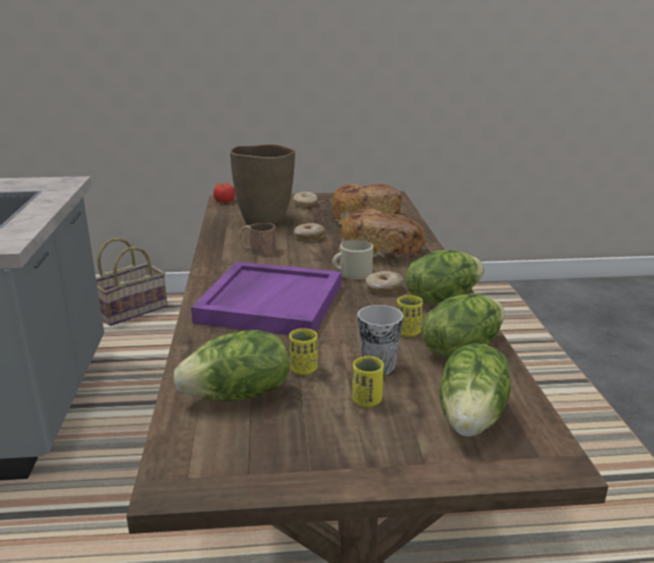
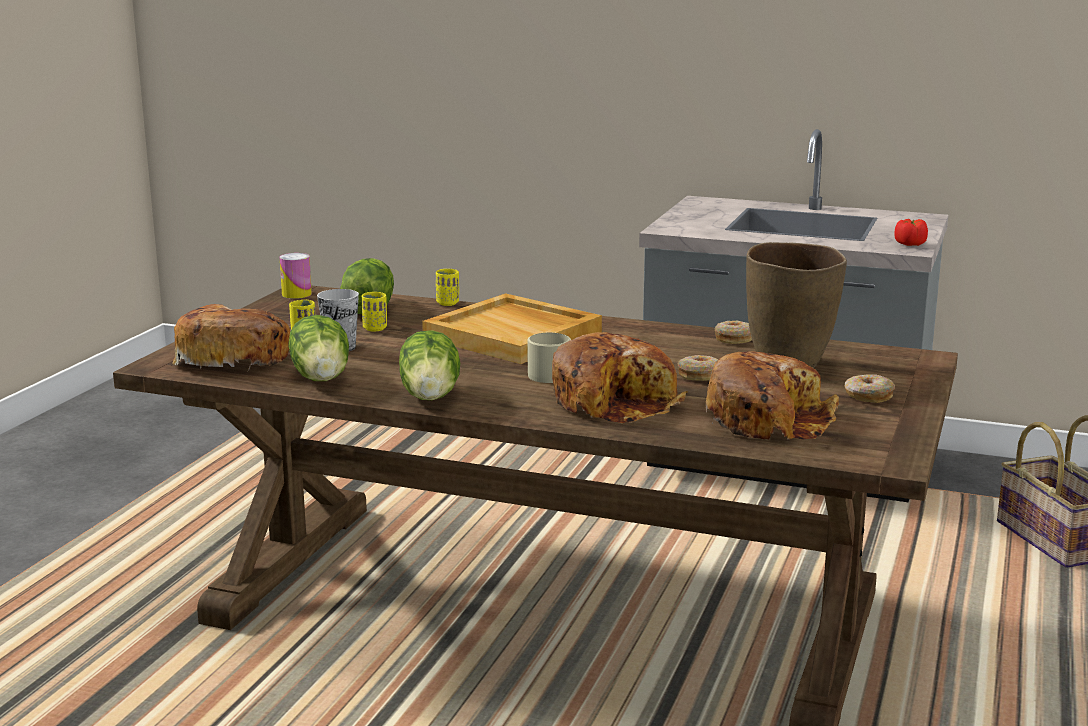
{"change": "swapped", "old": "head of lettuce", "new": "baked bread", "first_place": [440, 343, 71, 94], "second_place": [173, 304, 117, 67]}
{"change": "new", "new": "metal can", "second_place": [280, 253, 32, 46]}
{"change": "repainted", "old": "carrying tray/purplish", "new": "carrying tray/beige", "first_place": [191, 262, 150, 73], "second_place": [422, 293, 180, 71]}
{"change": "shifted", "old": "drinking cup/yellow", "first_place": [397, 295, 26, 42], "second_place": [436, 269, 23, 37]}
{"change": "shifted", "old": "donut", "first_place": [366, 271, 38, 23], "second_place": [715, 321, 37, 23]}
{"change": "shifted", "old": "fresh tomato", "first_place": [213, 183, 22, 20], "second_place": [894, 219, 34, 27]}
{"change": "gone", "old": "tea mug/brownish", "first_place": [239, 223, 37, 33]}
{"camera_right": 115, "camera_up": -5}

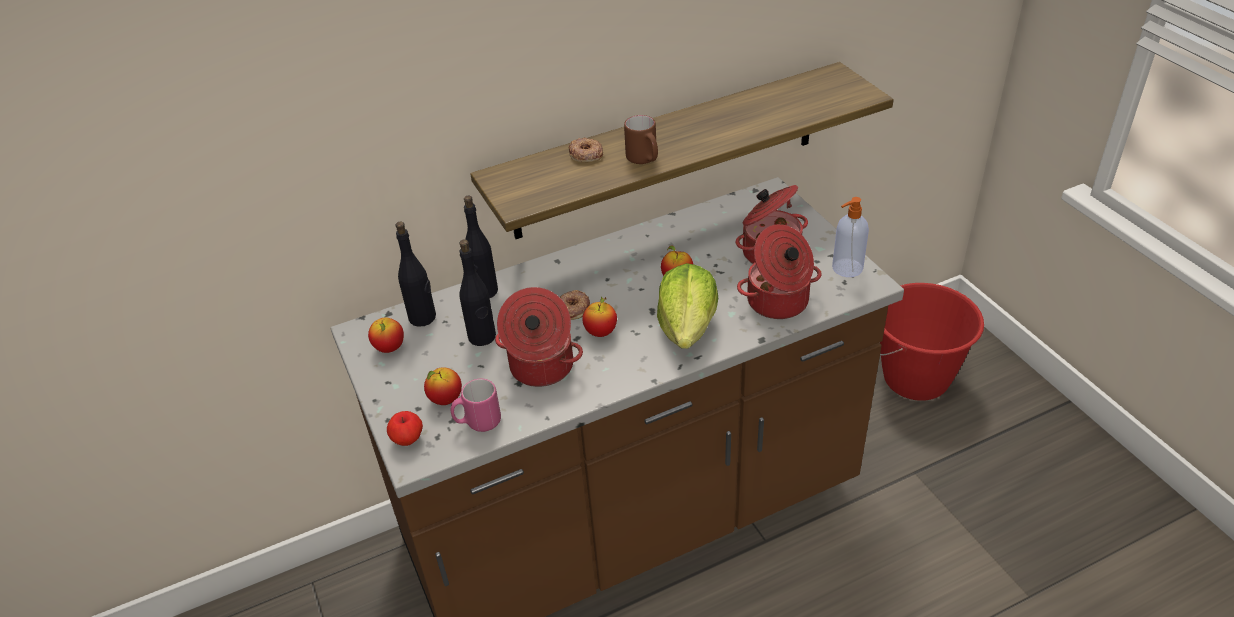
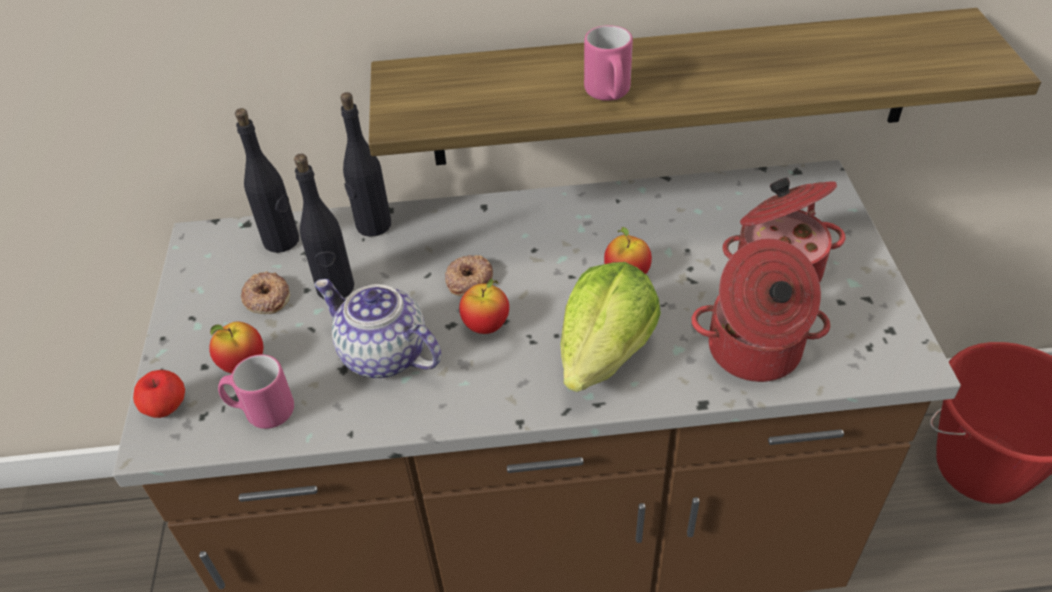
{"change": "shifted", "old": "donut", "first_place": [568, 137, 35, 26], "second_place": [241, 271, 49, 43]}
{"change": "swapped", "old": "saucepot", "new": "pot for tea", "first_place": [495, 287, 88, 100], "second_place": [315, 279, 126, 99]}
{"change": "repainted", "old": "tea mug/brownish", "new": "tea mug/pinkish", "first_place": [624, 115, 34, 49], "second_place": [584, 25, 49, 76]}
{"change": "gone", "old": "apple", "first_place": [368, 317, 36, 36]}
{"change": "gone", "old": "soap dispenser", "first_place": [832, 197, 37, 80]}
{"camera_right": 20, "camera_up": 5}

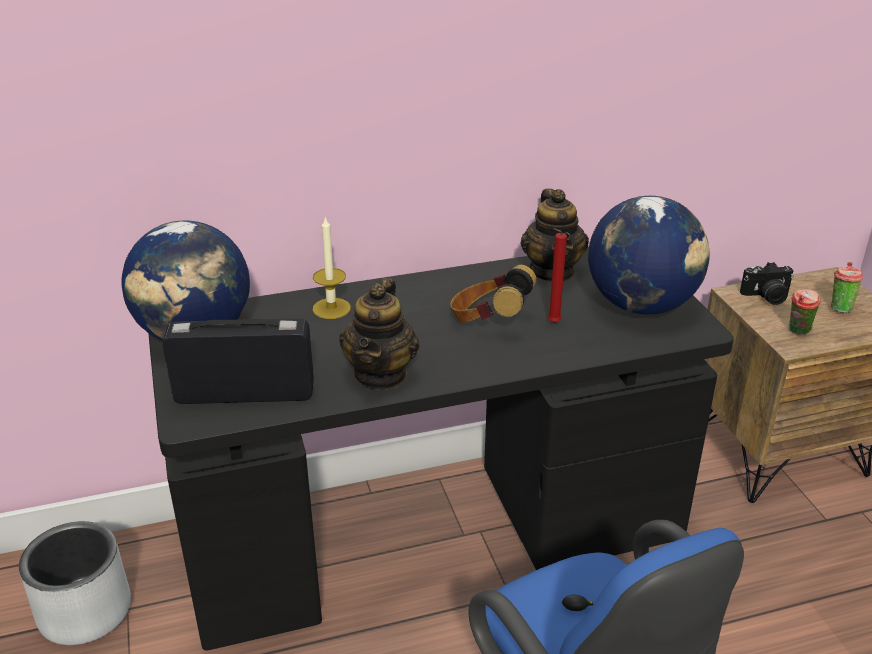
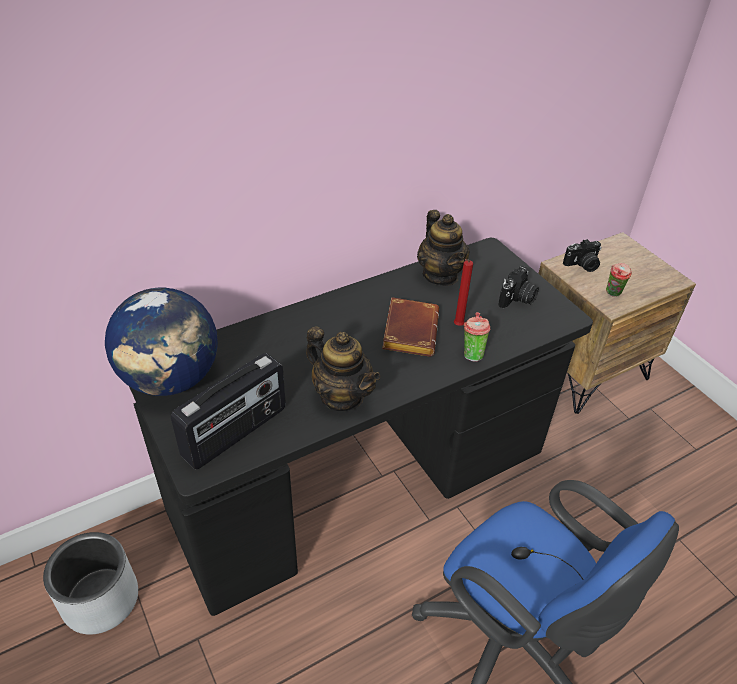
{"change": "rotated", "old": "radio set", "first_place": [162, 318, 152, 86], "second_place": [171, 353, 115, 116], "degrees": 150}
{"change": "rotated", "old": "pot for tea", "first_place": [339, 278, 80, 112], "second_place": [306, 326, 74, 85], "degrees": -45}
{"change": "swapped", "old": "pair of headphones", "new": "bound book/brownish", "first_place": [450, 265, 87, 58], "second_place": [382, 297, 57, 60]}
{"change": "shifted", "old": "drinking cup", "first_place": [831, 262, 32, 51], "second_place": [463, 312, 28, 50]}
{"change": "swapped", "old": "globe", "new": "photo camera", "first_place": [588, 196, 122, 119], "second_place": [498, 266, 41, 42]}
{"change": "gone", "old": "candle", "first_place": [313, 216, 38, 103]}
{"camera_right": -15, "camera_up": 10}

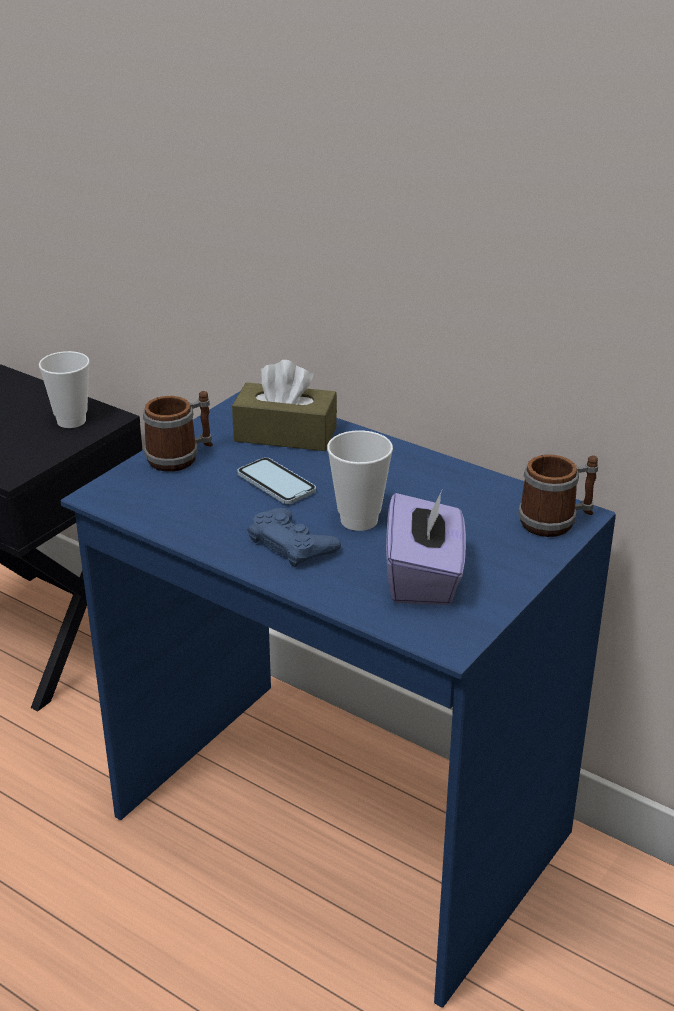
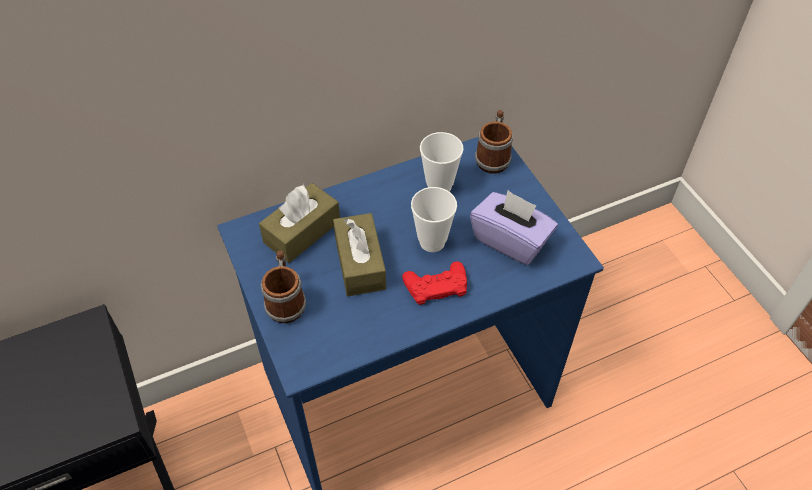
{"change": "swapped", "old": "phone", "new": "box of tissues/brownish", "first_place": [237, 457, 79, 47], "second_place": [333, 213, 53, 83]}
{"change": "repainted", "old": "joypad/blue", "new": "joypad/reddish", "first_place": [247, 508, 94, 59], "second_place": [402, 261, 65, 44]}
{"change": "shifted", "old": "drinking cup", "first_place": [39, 351, 51, 77], "second_place": [420, 132, 44, 60]}
{"camera_right": -60, "camera_up": 20}

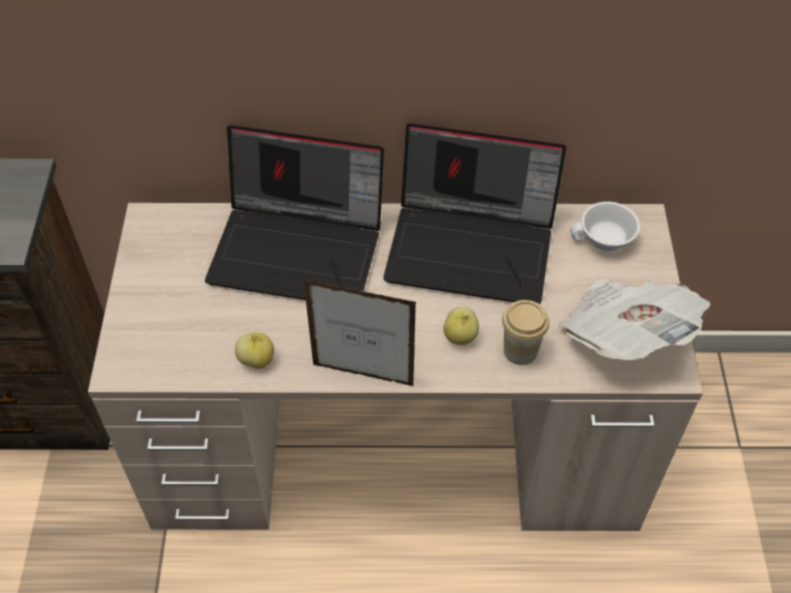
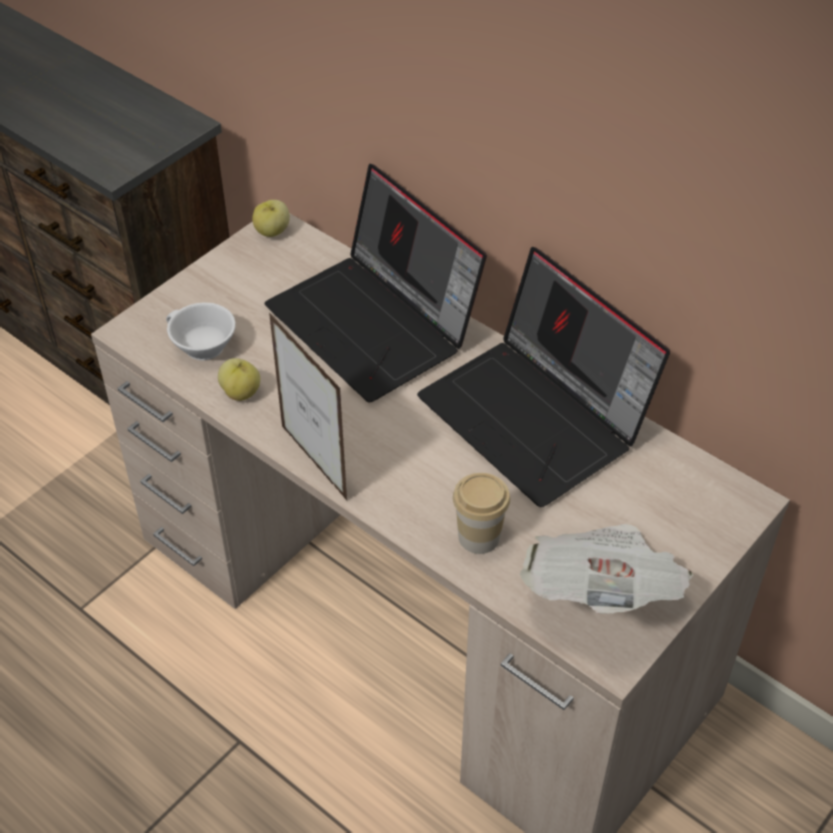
{"change": "shifted", "old": "drinking cup/whitish", "first_place": [570, 202, 70, 50], "second_place": [166, 303, 70, 57]}
{"change": "shifted", "old": "apple", "first_place": [443, 306, 36, 39], "second_place": [252, 200, 38, 37]}
{"camera_right": 40, "camera_up": -5}

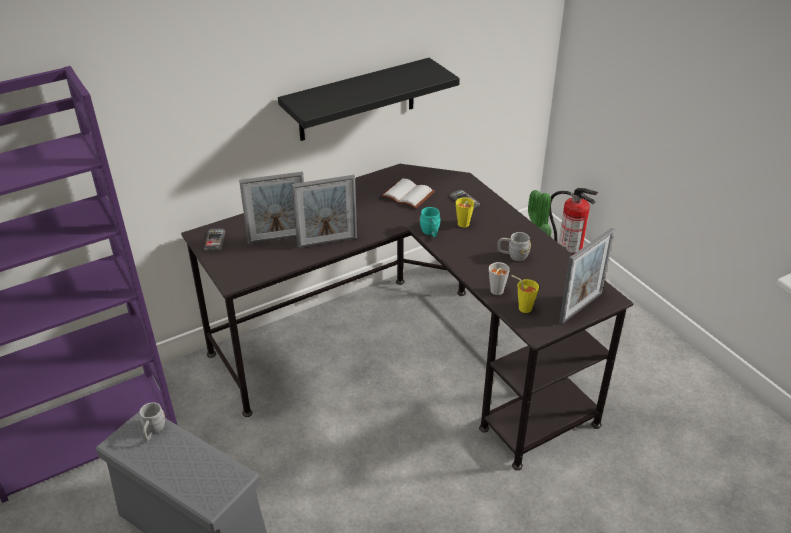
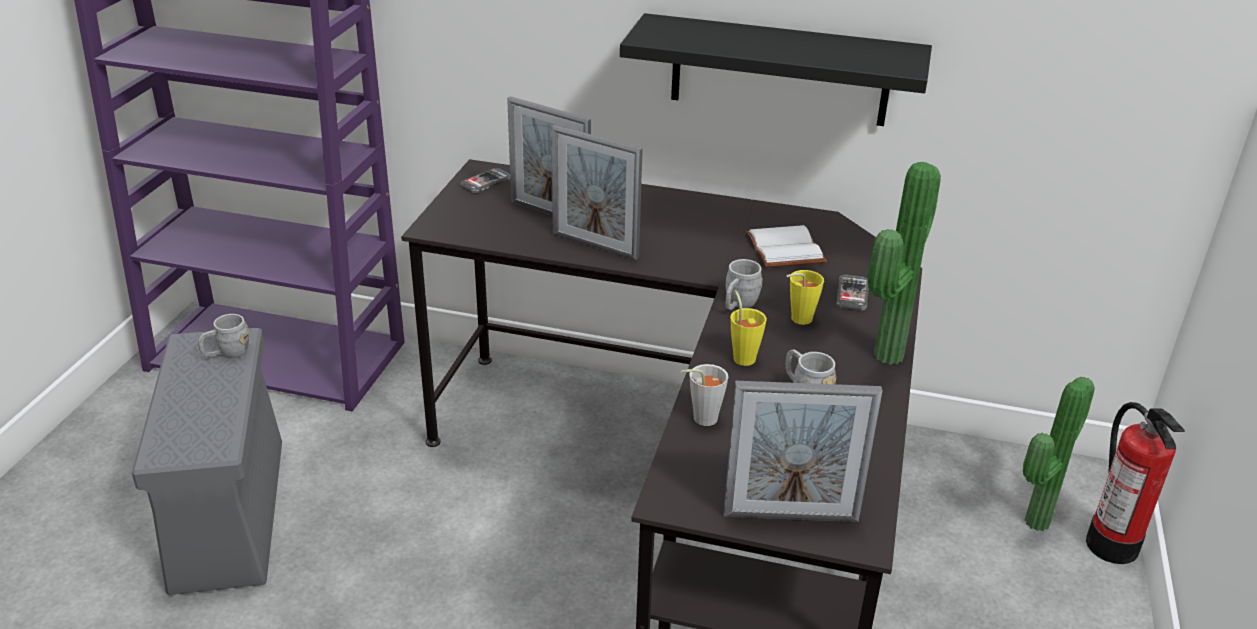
{"change": "repainted", "old": "tea mug/blue-green", "new": "tea mug/grey", "first_place": [420, 207, 20, 31], "second_place": [726, 259, 37, 51]}
{"change": "shifted", "old": "drinking cup/yellow", "first_place": [511, 275, 28, 38], "second_place": [730, 290, 37, 76]}
{"change": "new", "new": "potted plant", "second_place": [868, 162, 73, 203]}
{"camera_right": 45, "camera_up": -5}

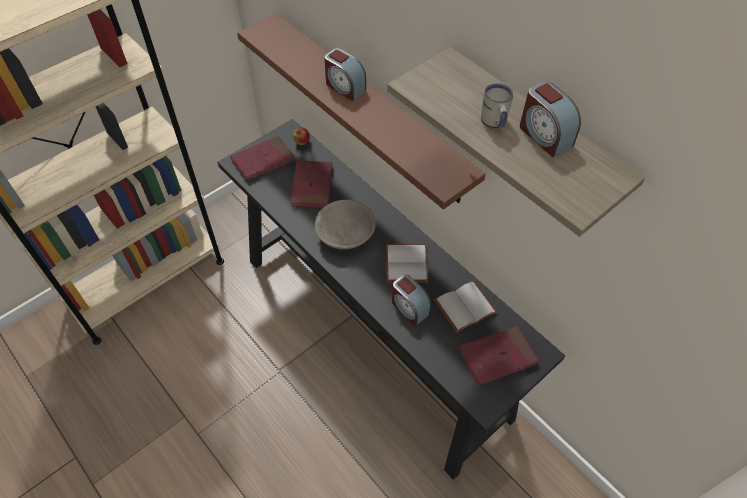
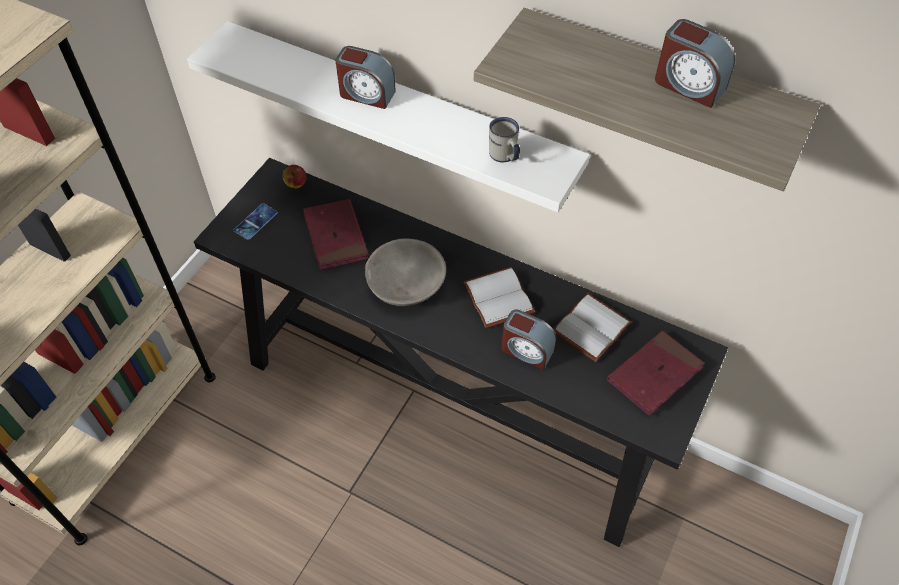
{"change": "repainted", "old": "bracket shelf/brownish", "new": "bracket shelf/whitish", "first_place": [237, 13, 249, 196], "second_place": [187, 21, 403, 191]}
{"change": "swapped", "old": "bound book/reddish", "new": "phone", "first_place": [231, 136, 64, 45], "second_place": [233, 203, 45, 37]}
{"change": "shifted", "old": "tea mug/whitish", "first_place": [481, 83, 33, 45], "second_place": [489, 117, 31, 46]}
{"camera_right": -20, "camera_up": 0}

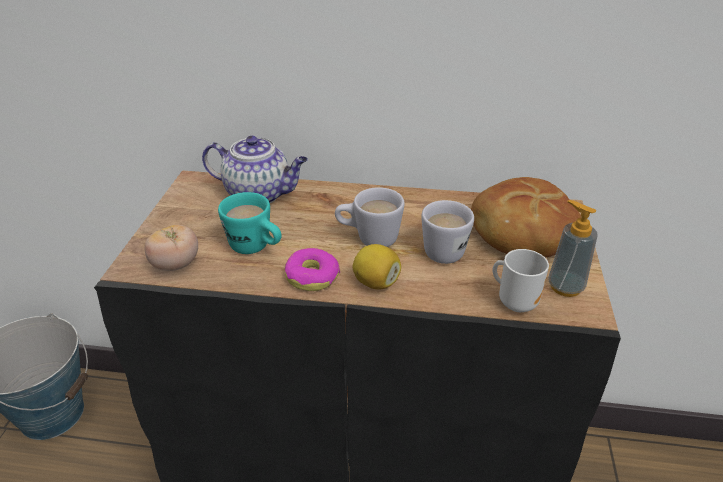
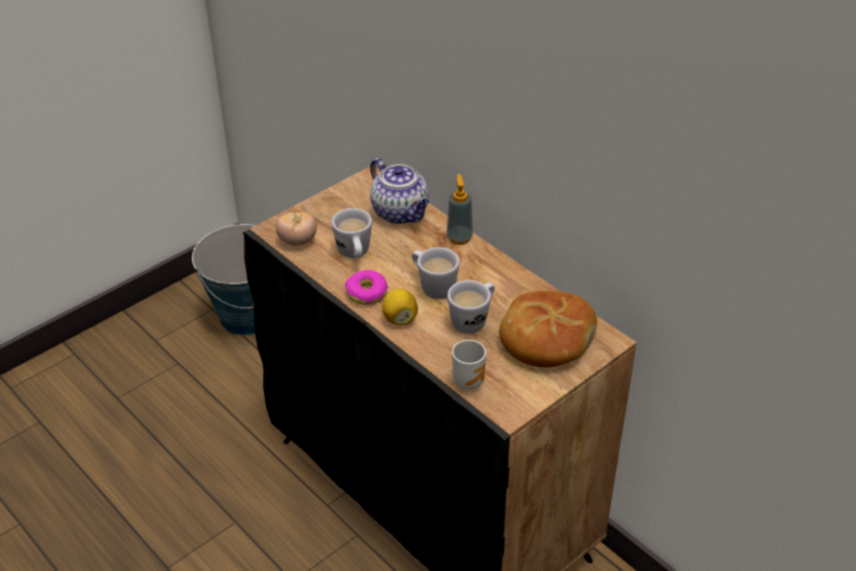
{"change": "repainted", "old": "tea mug/blue-green", "new": "tea mug/whitish", "first_place": [218, 192, 63, 62], "second_place": [332, 208, 40, 50]}
{"change": "shifted", "old": "soap dispenser", "first_place": [548, 200, 50, 97], "second_place": [446, 174, 27, 71]}
{"camera_right": 40, "camera_up": 5}

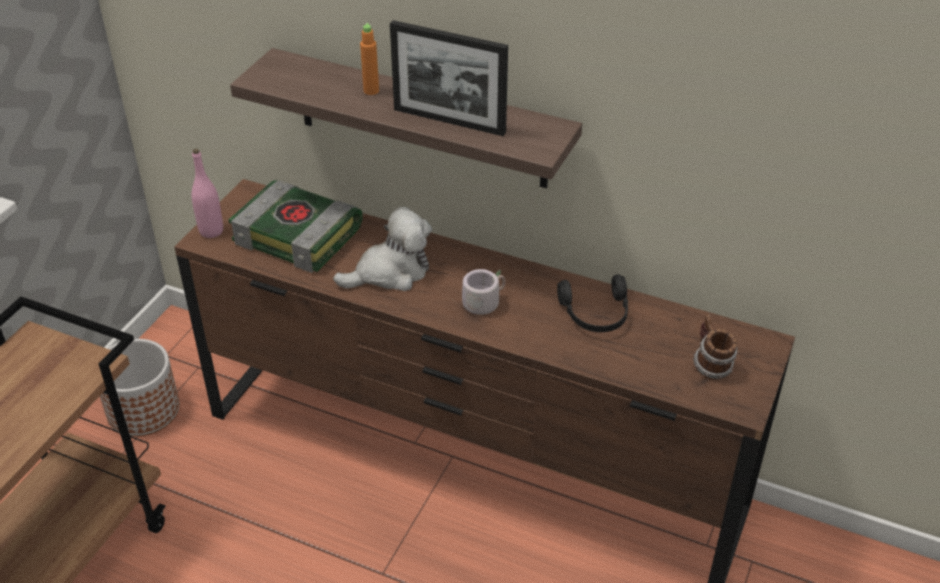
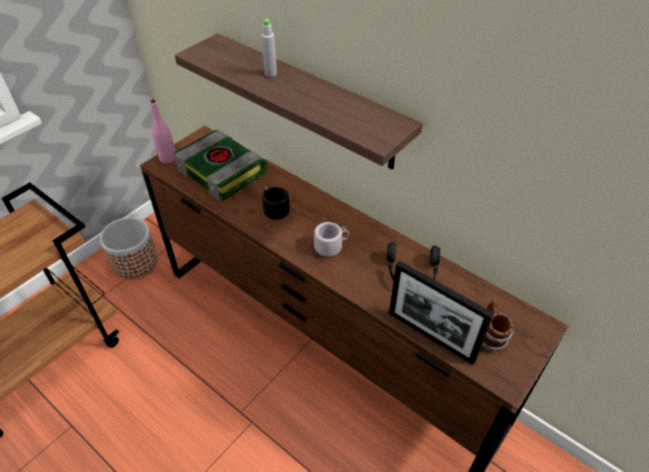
{"change": "repainted", "old": "bottle/orange", "new": "bottle/grey", "first_place": [360, 23, 19, 72], "second_place": [261, 18, 16, 59]}
{"change": "swapped", "old": "cuddly toy", "new": "tea mug/blackish", "first_place": [333, 207, 99, 84], "second_place": [262, 185, 28, 42]}
{"change": "shifted", "old": "picture frame", "first_place": [390, 20, 118, 116], "second_place": [389, 261, 105, 104]}
{"camera_right": 15, "camera_up": 5}

